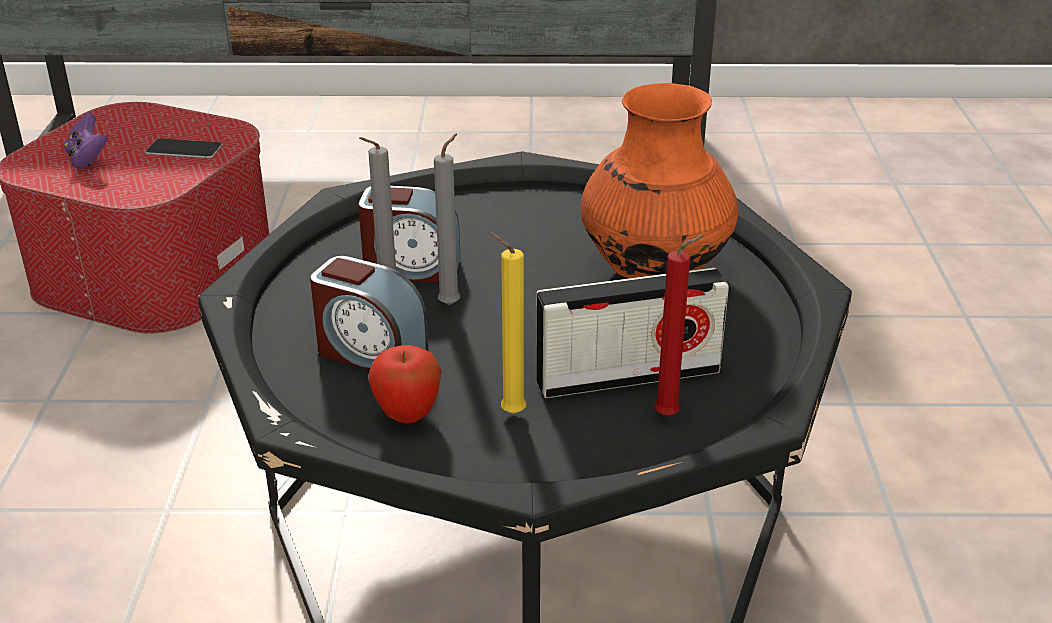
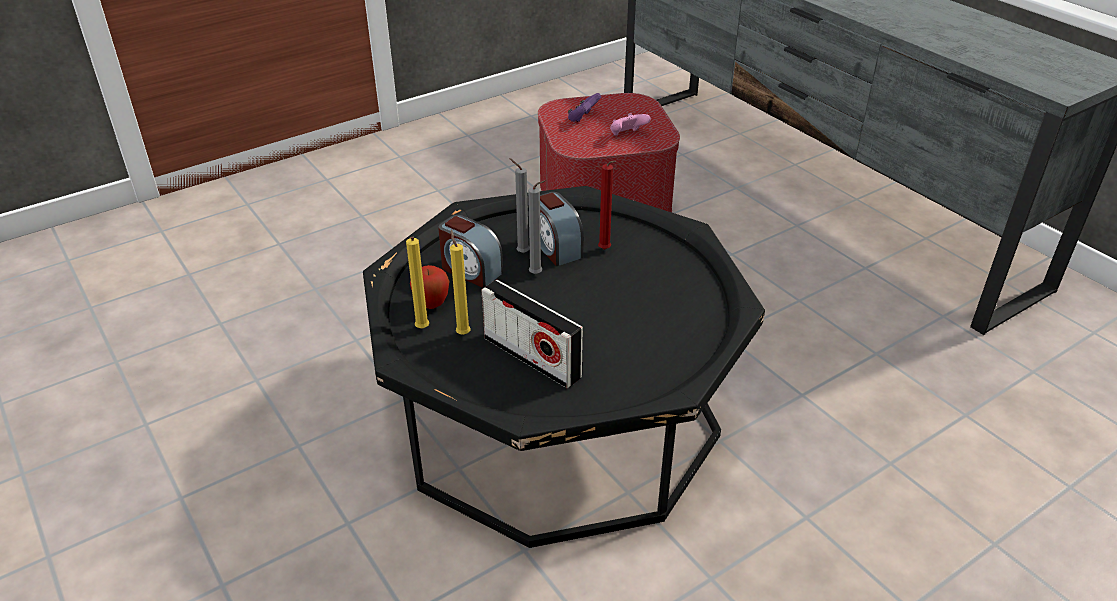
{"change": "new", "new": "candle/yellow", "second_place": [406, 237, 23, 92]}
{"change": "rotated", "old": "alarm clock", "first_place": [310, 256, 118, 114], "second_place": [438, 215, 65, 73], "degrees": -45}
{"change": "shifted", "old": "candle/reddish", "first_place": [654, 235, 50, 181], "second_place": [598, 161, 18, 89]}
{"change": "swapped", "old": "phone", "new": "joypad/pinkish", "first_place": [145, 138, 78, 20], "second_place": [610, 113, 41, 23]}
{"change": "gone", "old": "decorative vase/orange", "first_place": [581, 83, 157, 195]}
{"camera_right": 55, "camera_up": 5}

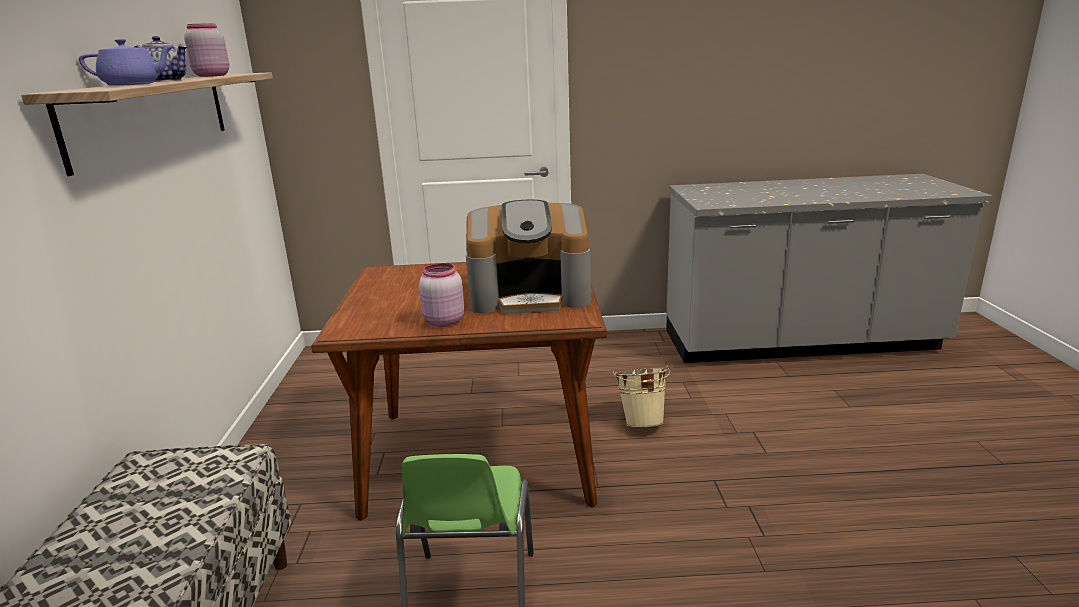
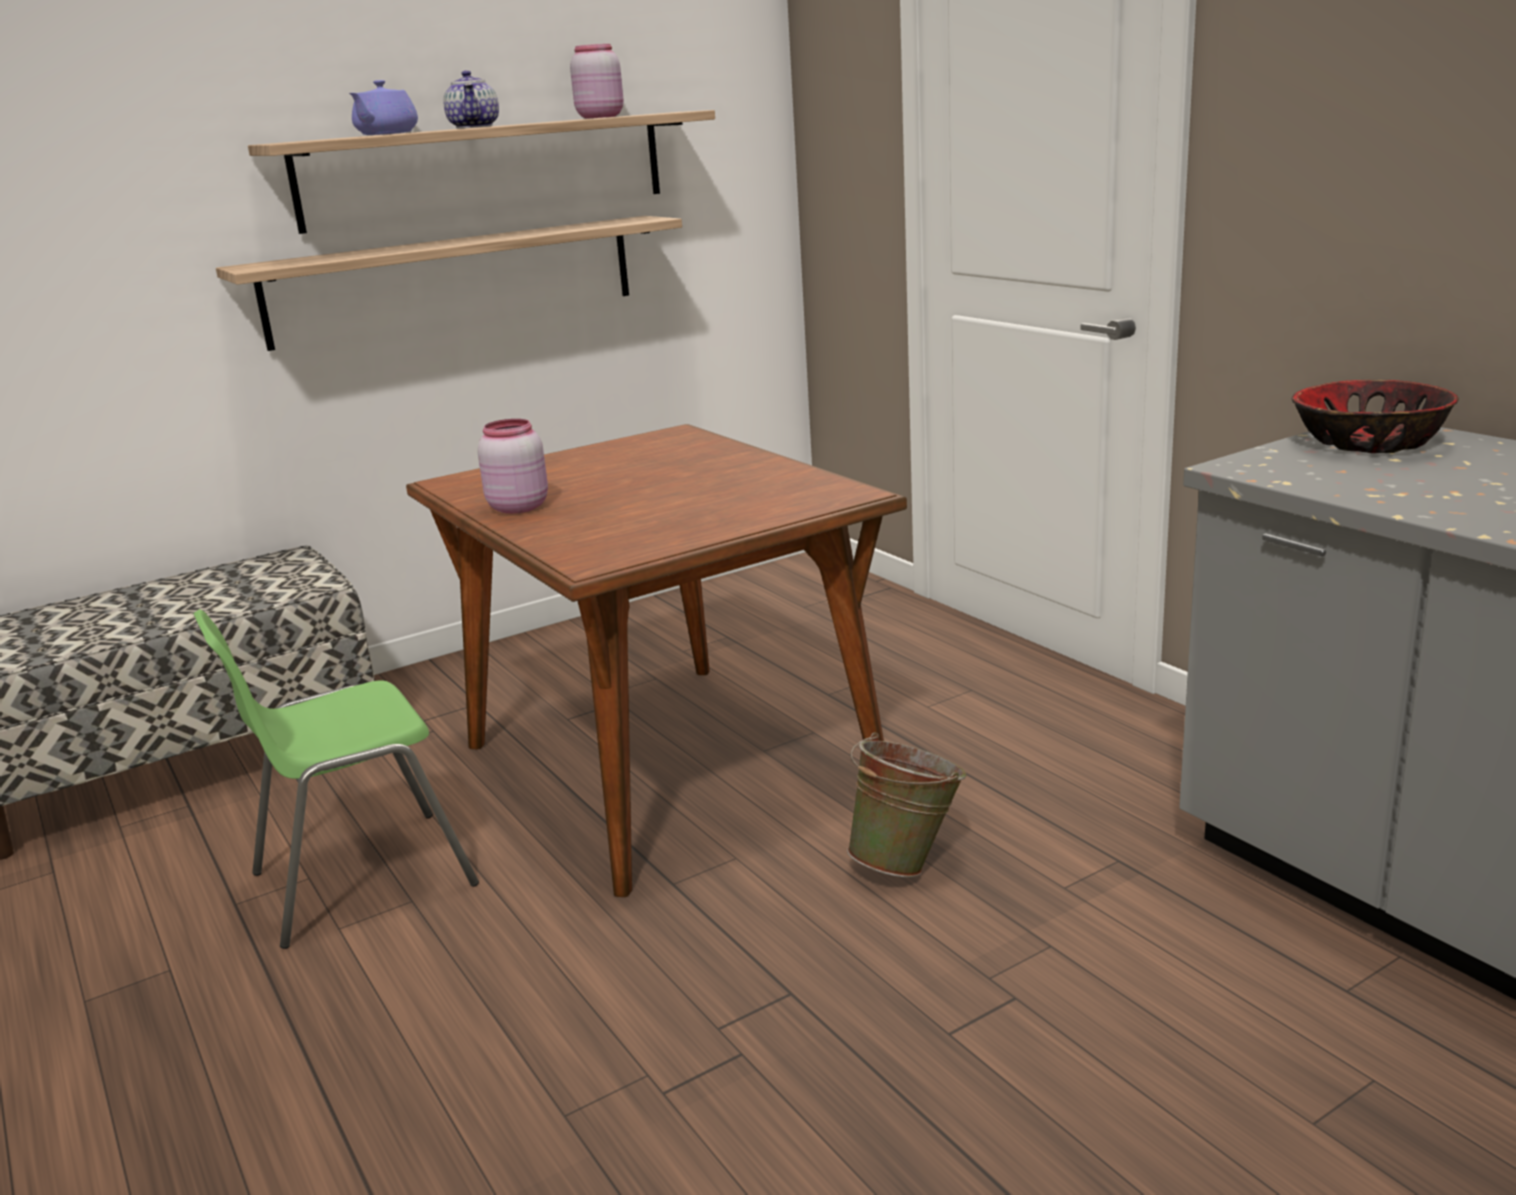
{"change": "new", "new": "bracket shelf", "second_place": [216, 216, 466, 135]}
{"change": "rotated", "old": "pot for tea/purplish", "first_place": [79, 39, 94, 47], "second_place": [349, 80, 69, 55], "degrees": 60}
{"change": "repainted", "old": "pail/beige", "new": "pail/greenish", "first_place": [613, 366, 57, 61], "second_place": [847, 733, 120, 144]}
{"change": "new", "new": "serving bowl", "second_place": [1292, 380, 167, 73]}
{"change": "gone", "old": "coffee brewer", "first_place": [466, 200, 125, 114]}
{"camera_right": 60, "camera_up": 0}

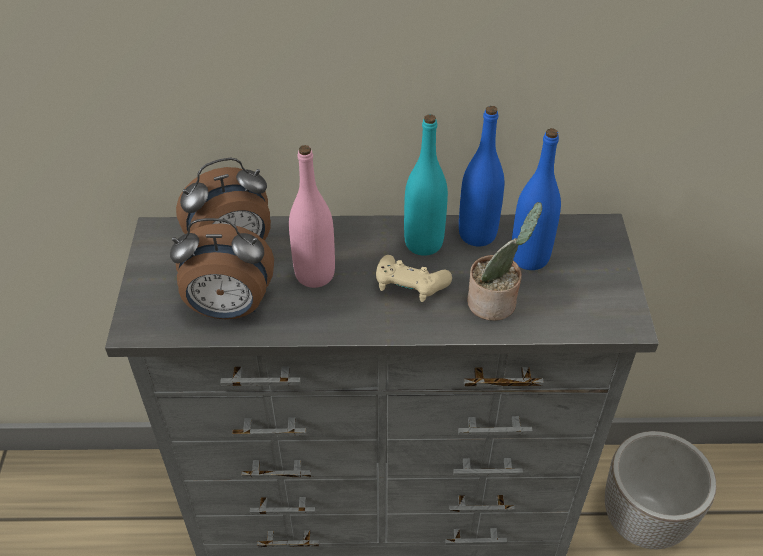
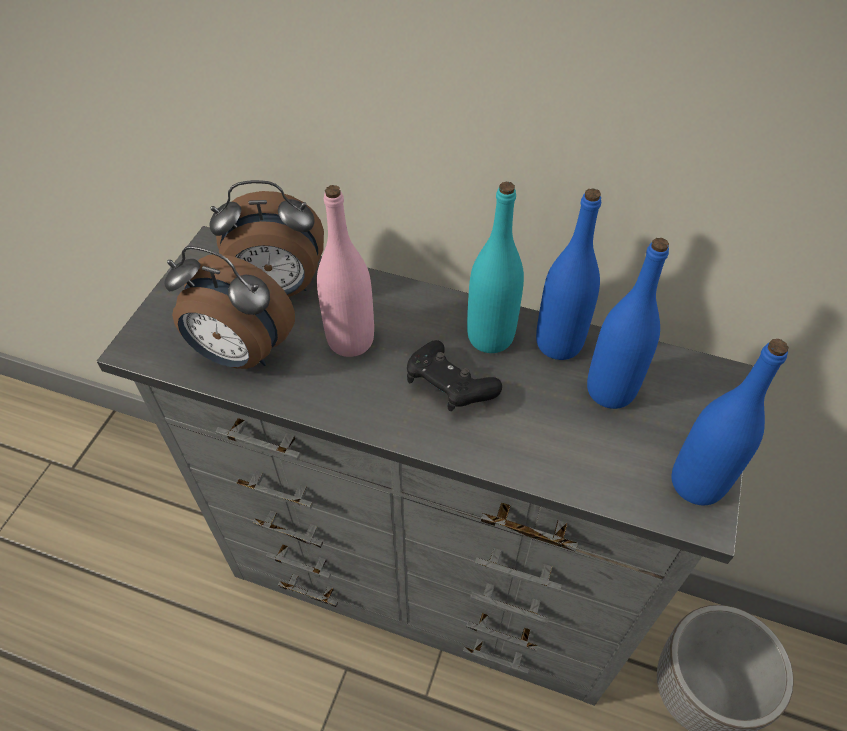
{"change": "repainted", "old": "joypad/beige", "new": "joypad/blackish", "first_place": [376, 255, 76, 47], "second_place": [407, 340, 95, 71]}
{"change": "new", "new": "bottle/blue", "second_place": [672, 339, 117, 166]}
{"change": "gone", "old": "potted plant", "first_place": [467, 202, 75, 119]}
{"camera_right": 20, "camera_up": 5}

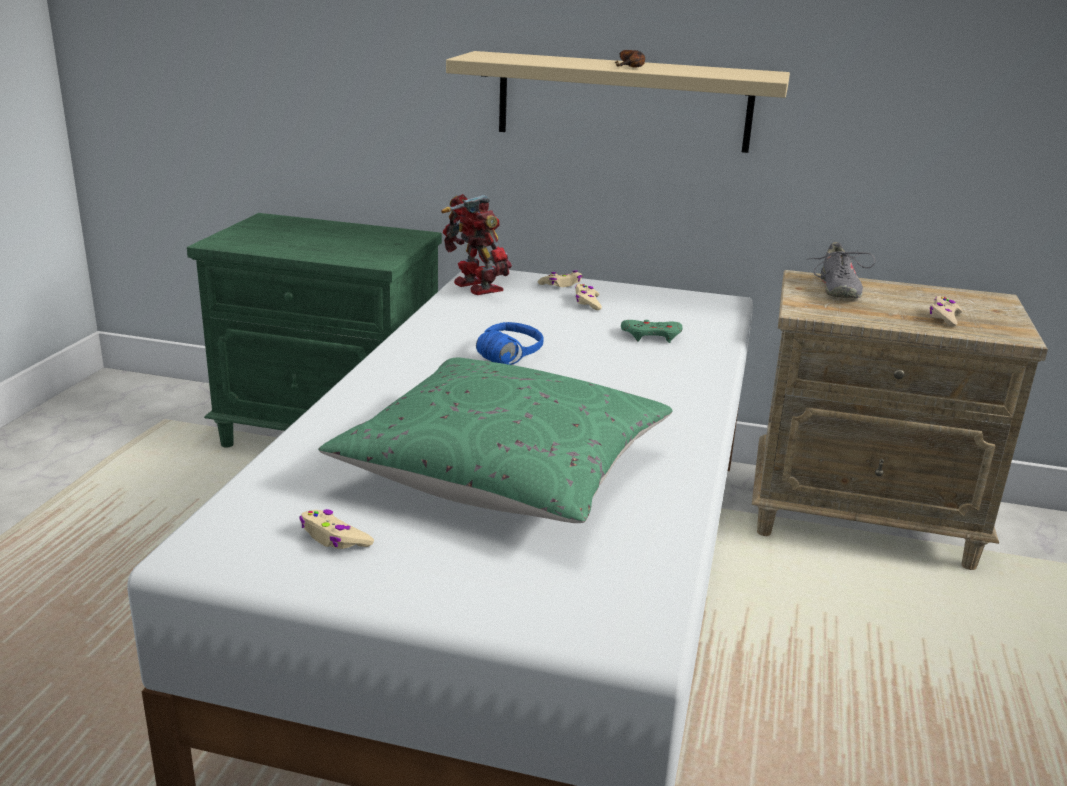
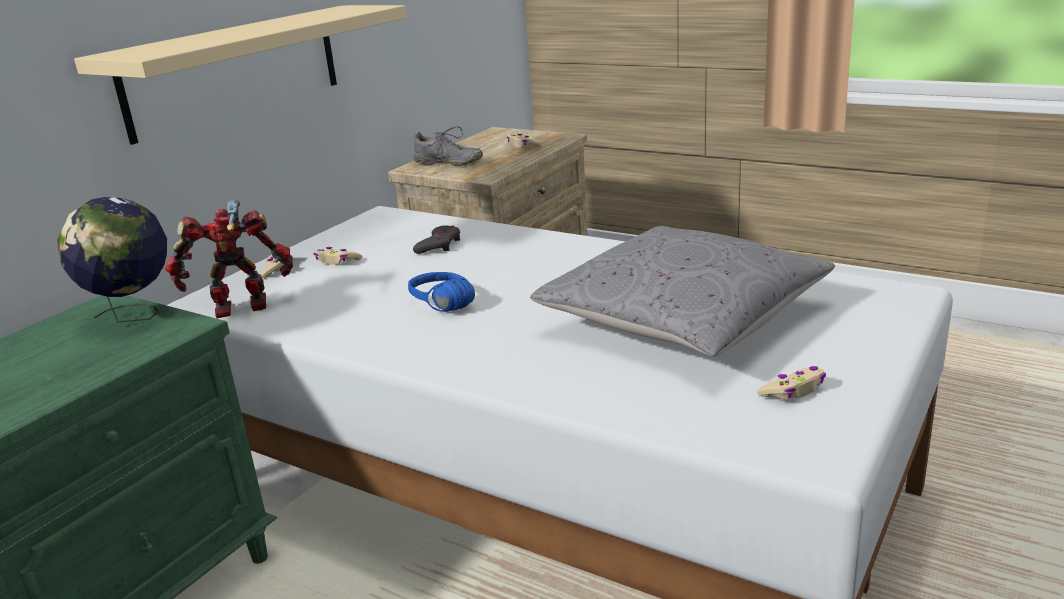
{"change": "new", "new": "globe", "second_place": [57, 197, 110, 126]}
{"change": "repainted", "old": "joypad/greenish", "new": "joypad/grey", "first_place": [621, 320, 62, 23], "second_place": [413, 226, 47, 28]}
{"change": "repainted", "old": "throw pillow/greenish", "new": "throw pillow/grey", "first_place": [318, 357, 355, 166], "second_place": [530, 226, 305, 131]}
{"change": "gone", "old": "banana fruit", "first_place": [615, 50, 30, 18]}
{"camera_right": -70, "camera_up": 0}

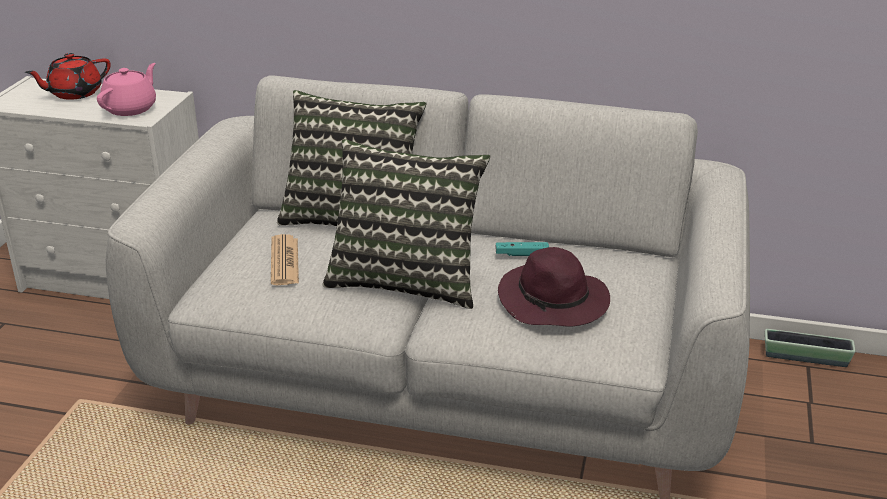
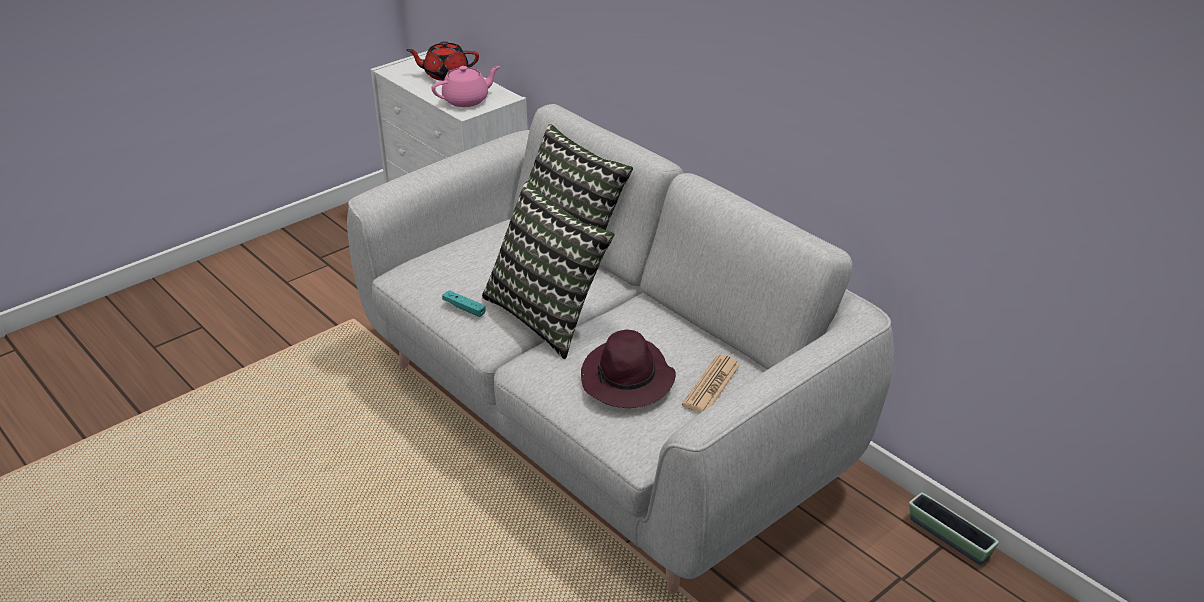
{"change": "shifted", "old": "joypad/blue-green", "first_place": [496, 242, 53, 14], "second_place": [442, 290, 44, 27]}
{"change": "shifted", "old": "printed paper", "first_place": [271, 234, 28, 51], "second_place": [682, 355, 58, 57]}
{"camera_right": 35, "camera_up": 5}

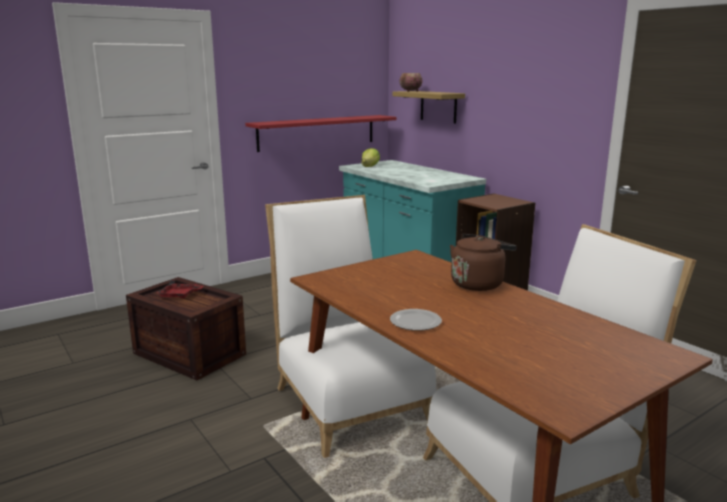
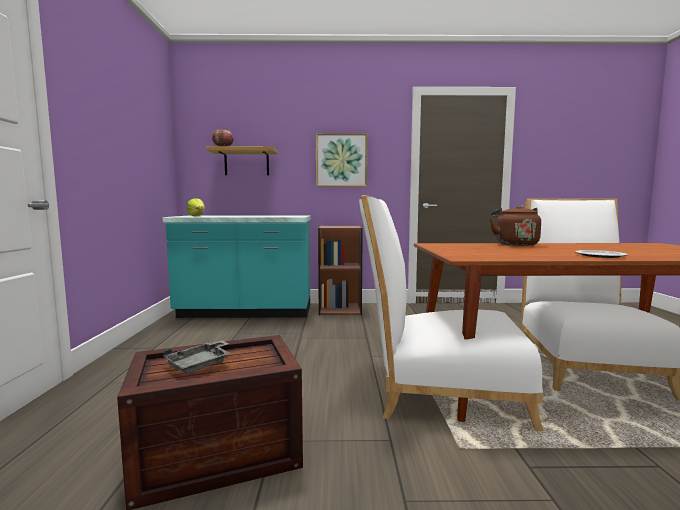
{"change": "repainted", "old": "carrying tray/reddish", "new": "carrying tray/grey", "first_place": [157, 281, 47, 17], "second_place": [163, 340, 67, 34]}
{"change": "new", "new": "wall art", "second_place": [315, 133, 53, 54]}
{"change": "gone", "old": "bracket shelf/reddish", "first_place": [245, 115, 152, 37]}
{"camera_right": -55, "camera_up": -10}

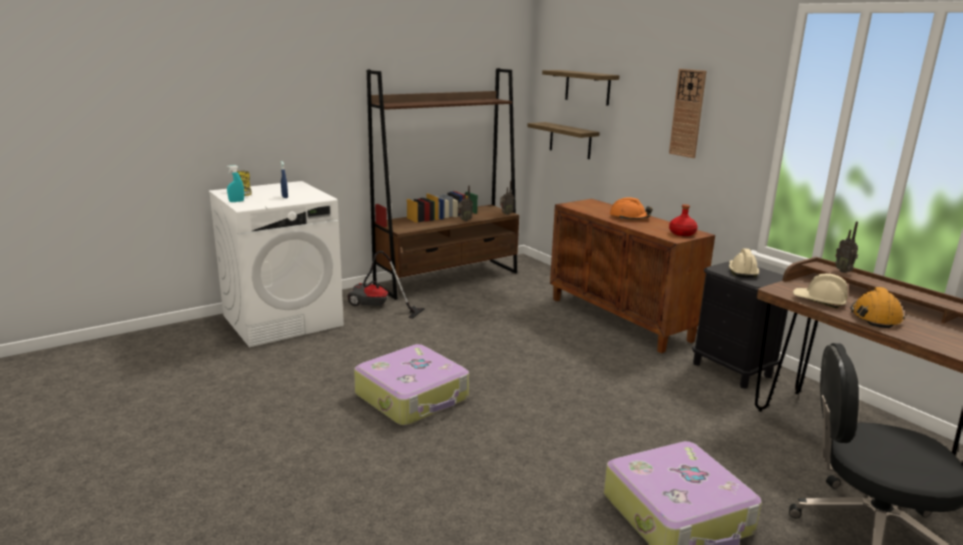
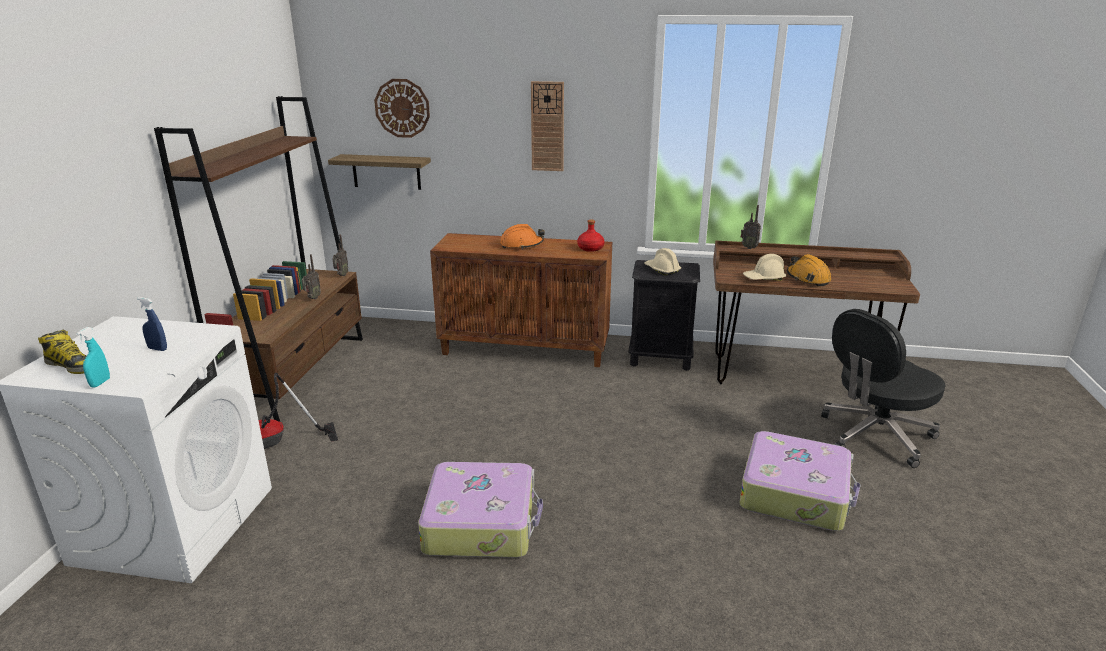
{"change": "swapped", "old": "bracket shelf", "new": "hanging clock", "first_place": [542, 70, 77, 36], "second_place": [374, 79, 56, 59]}
{"camera_right": -45, "camera_up": 5}

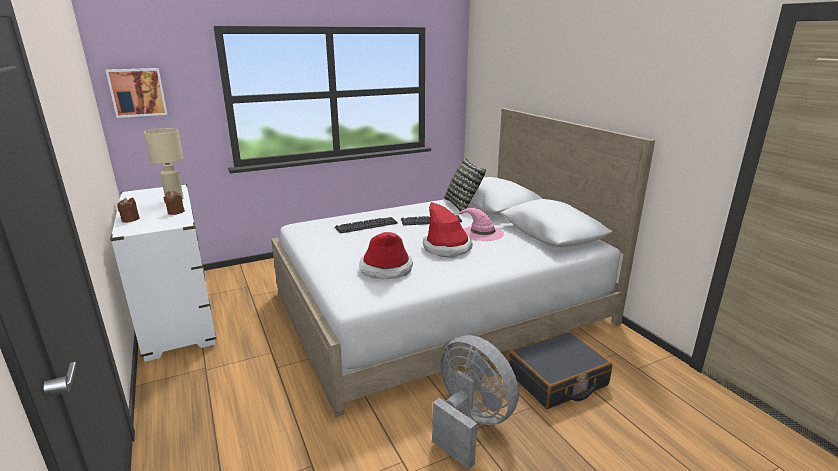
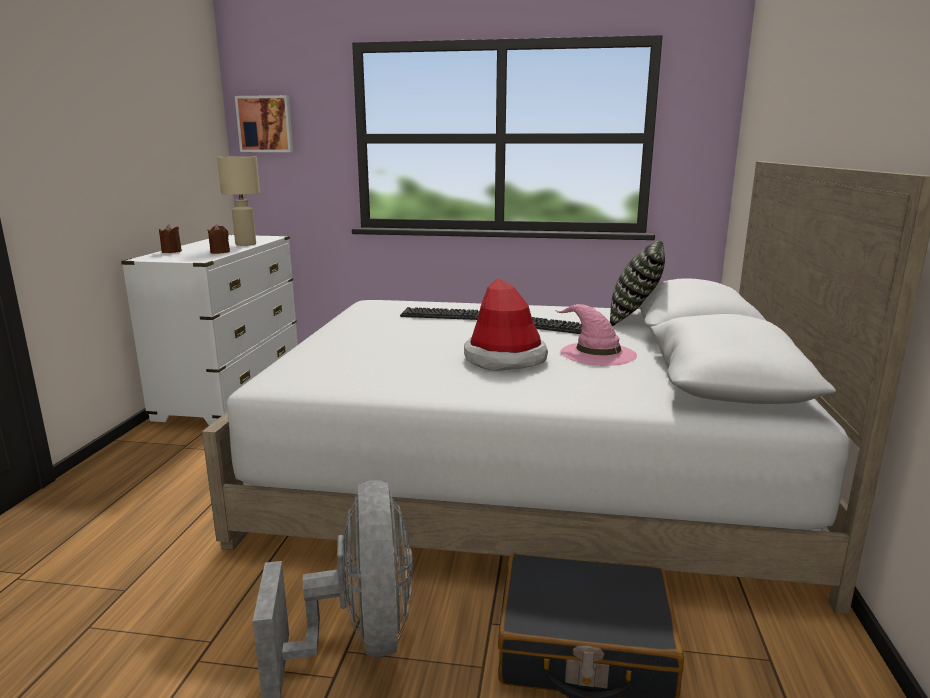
{"change": "gone", "old": "clothing hat", "first_place": [359, 232, 54, 47]}
{"camera_right": 35, "camera_up": -5}

